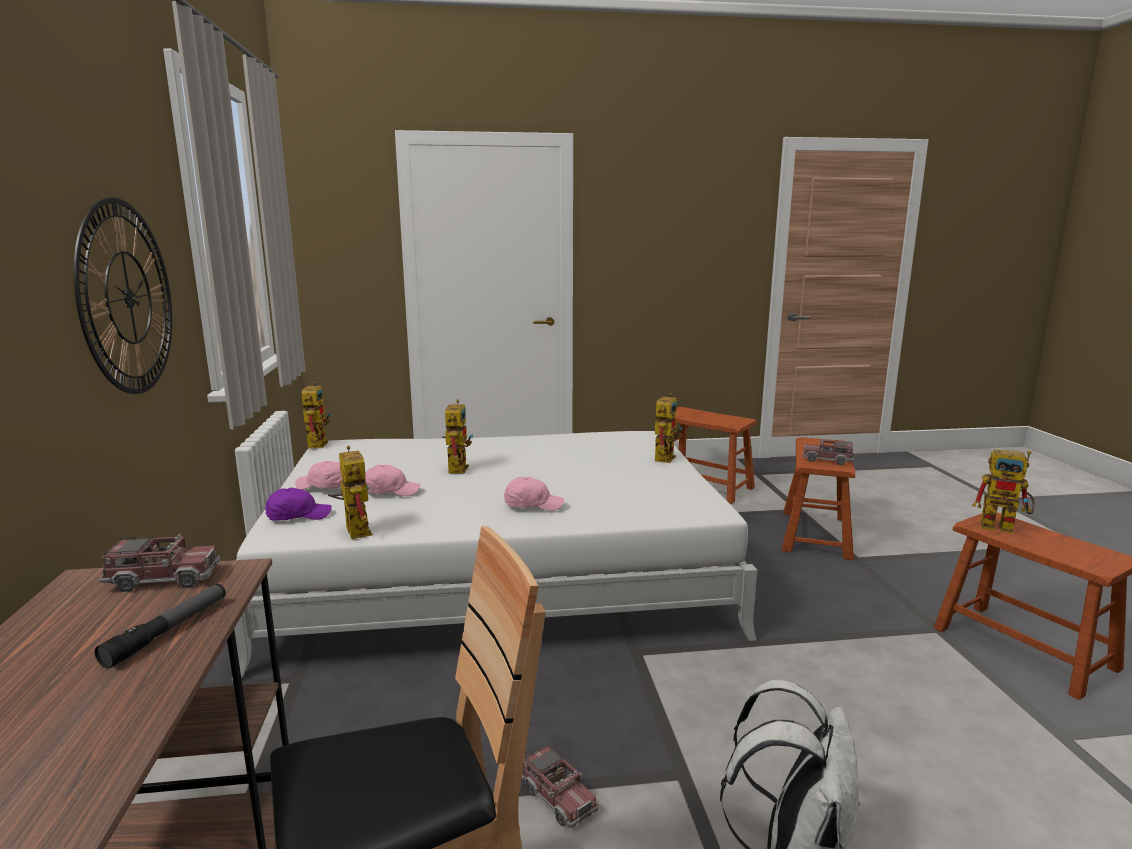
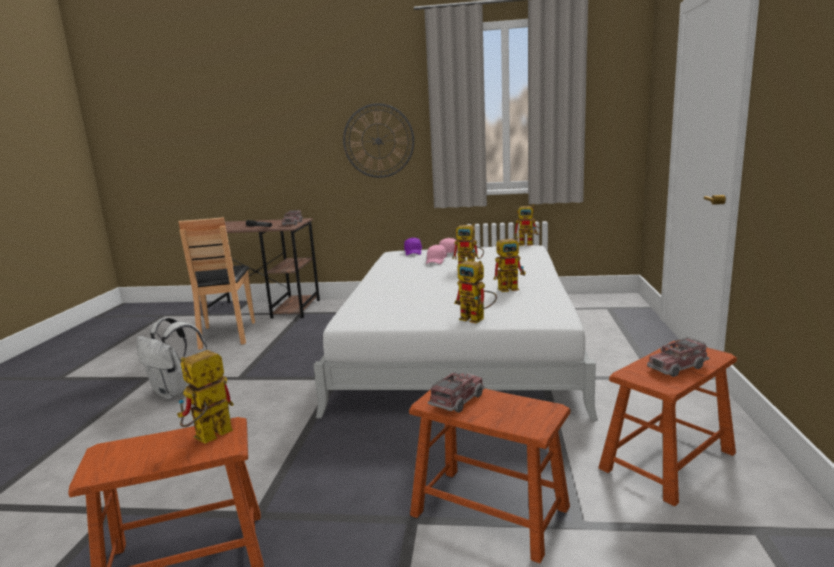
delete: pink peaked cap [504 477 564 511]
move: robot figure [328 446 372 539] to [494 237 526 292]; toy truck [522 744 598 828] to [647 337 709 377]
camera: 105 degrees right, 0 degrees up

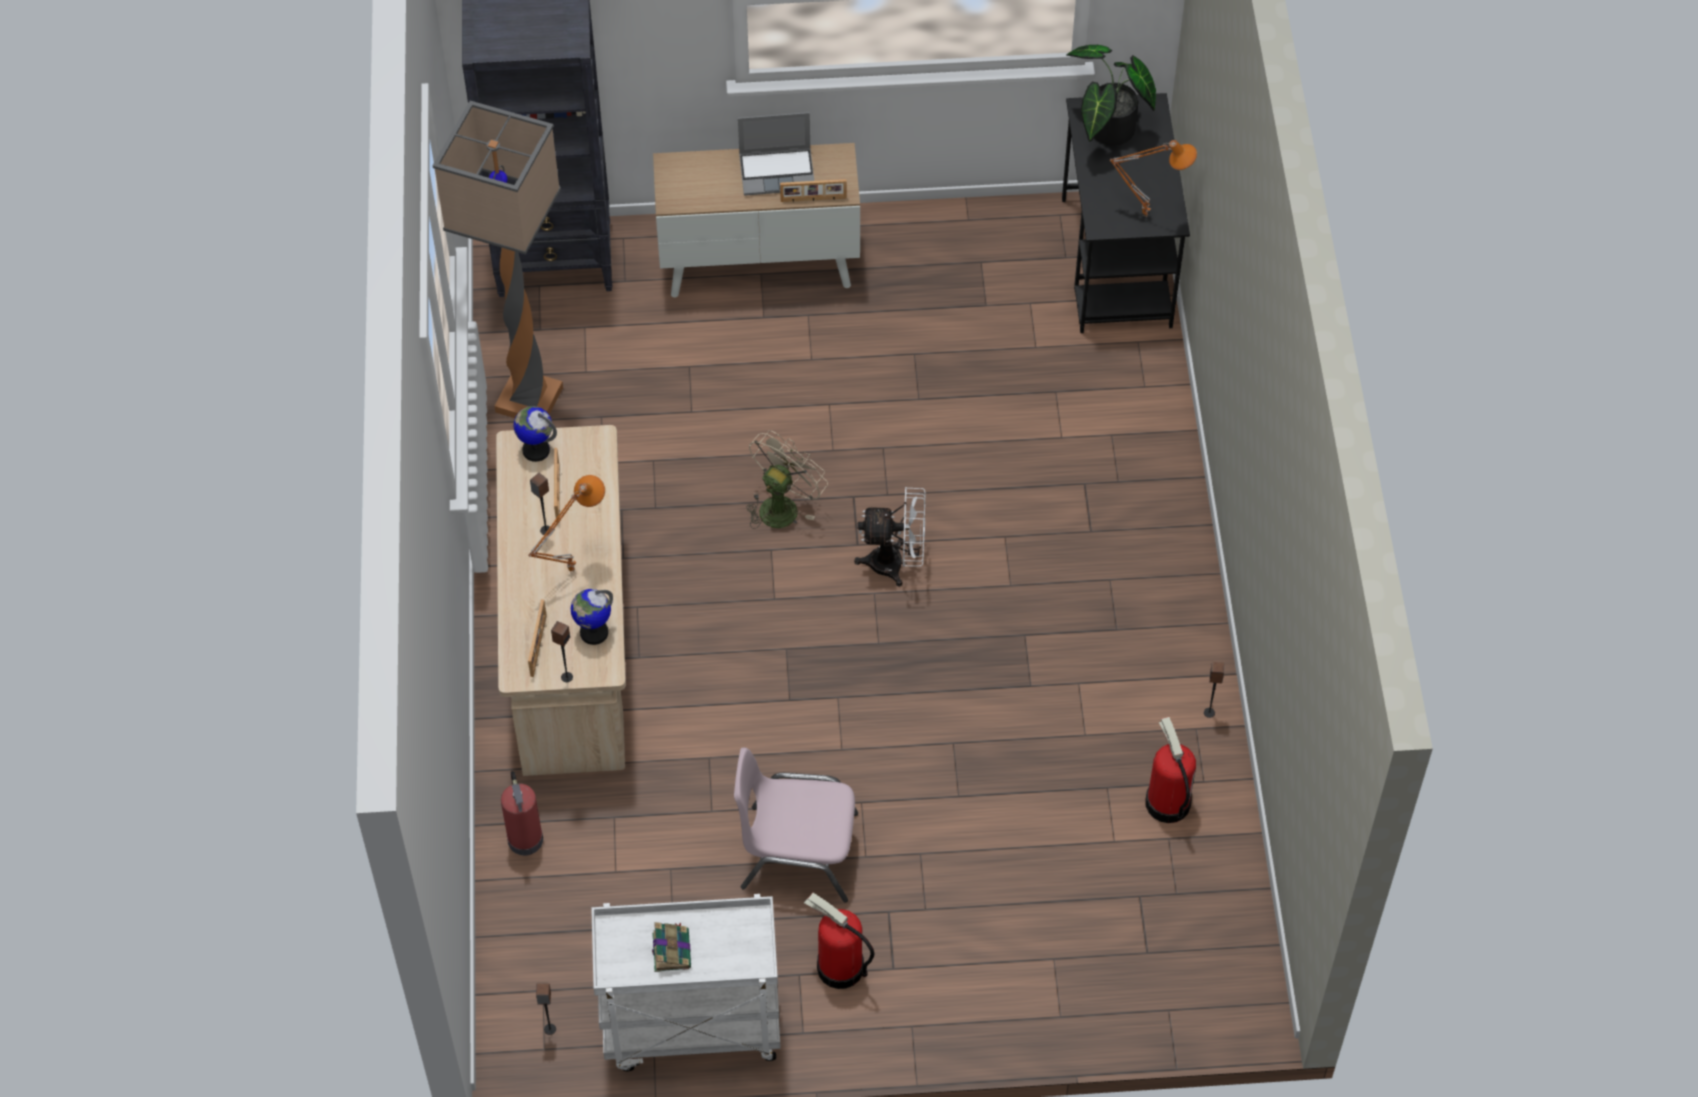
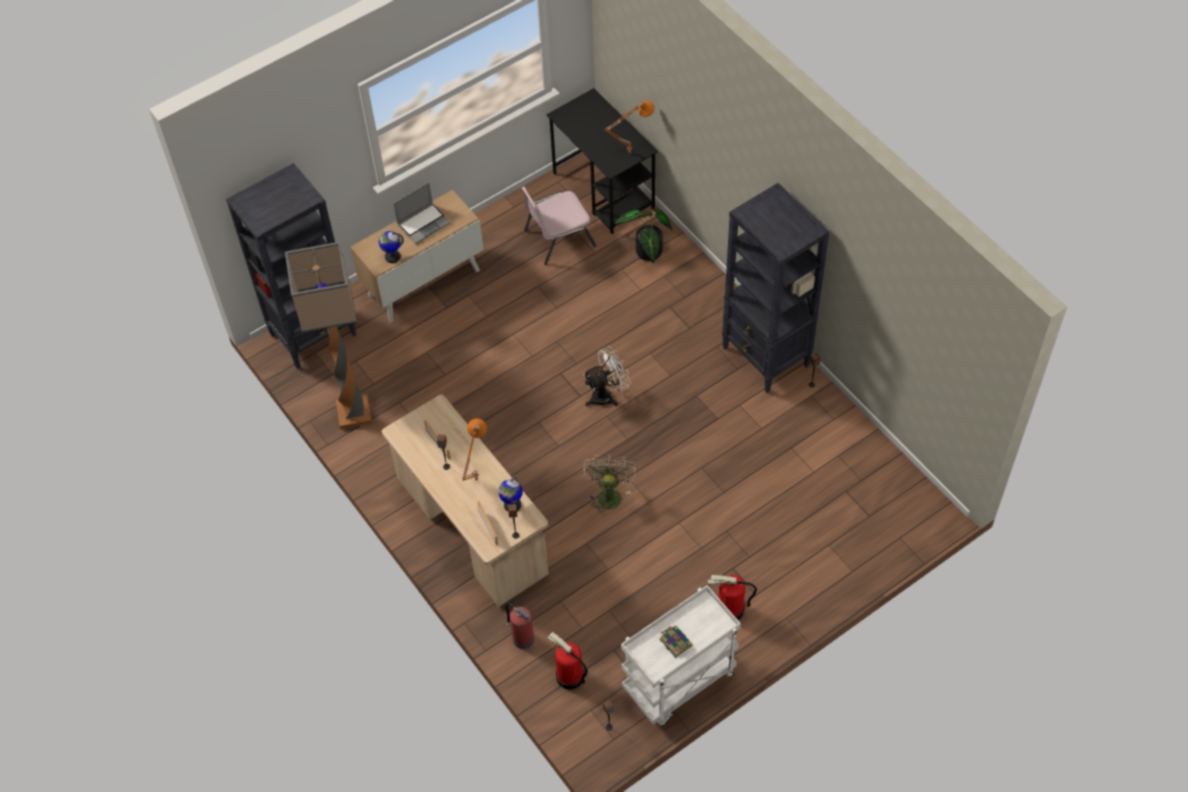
delete: photo frame [780 179 847 202]
insert: black bookshelf [722 183 830 393]
move: desk globe [514 406 557 462] to [379 231 404 263]; pink upright chair [734 748 858 902] to [522 187 596 265]; beige fan [746 431 828 529] to [582 455 637 515]; houseplant [1066 45 1156 146] to [614 208 672 263]; fire-fighting cylinder [1146 717 1196 823] to [547 632 588 689]
camera: 30 degrees left, 0 degrees up

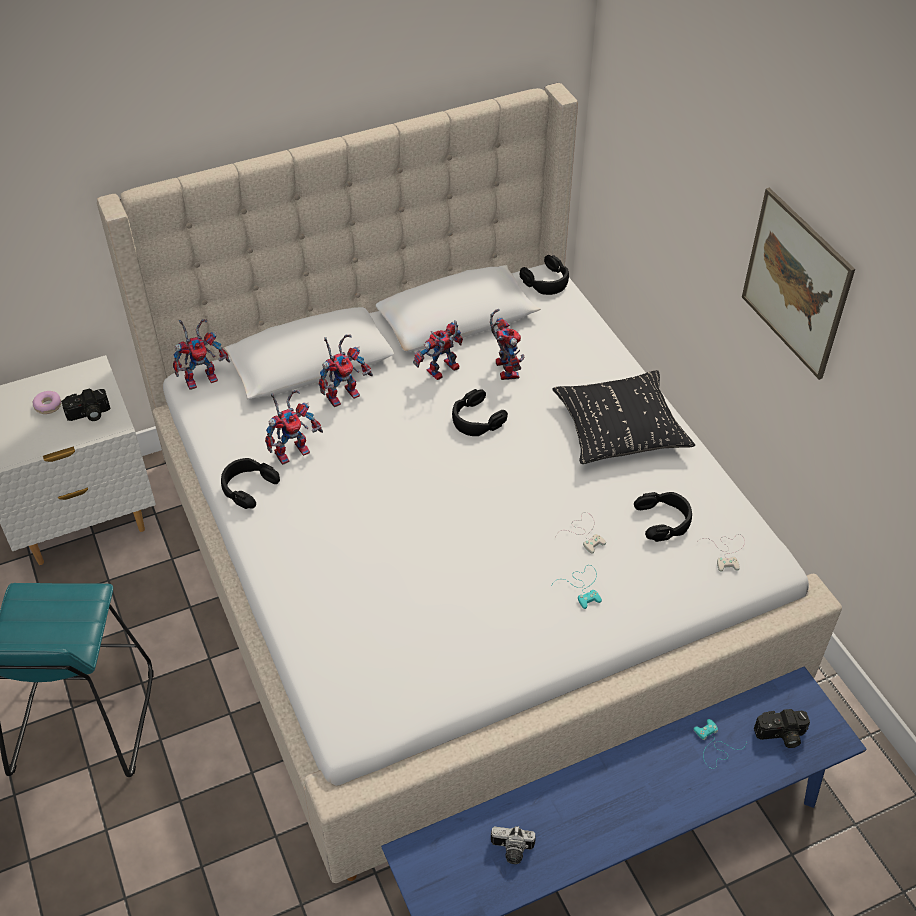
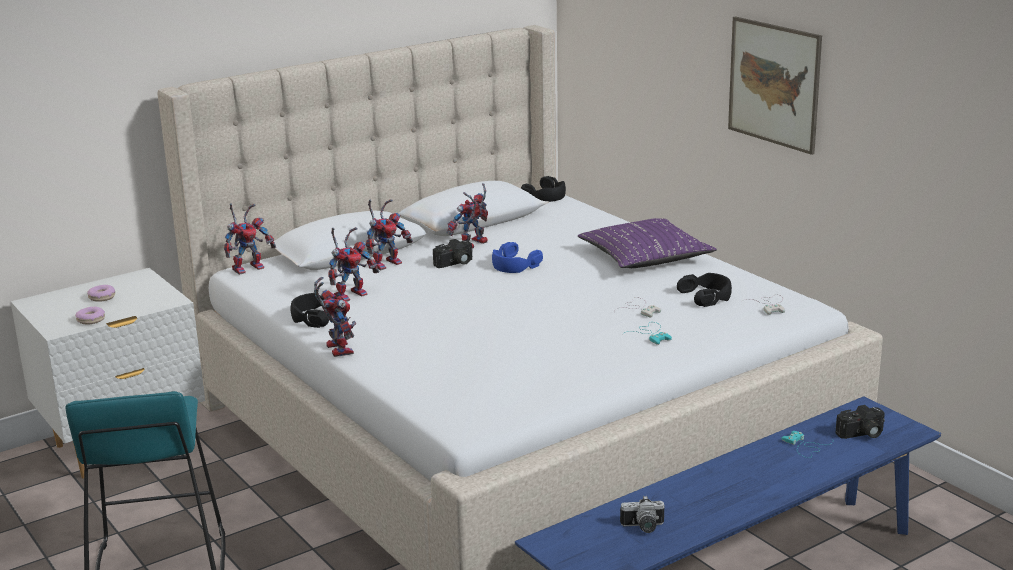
insert: ring doughnut [75 307 105 324]
move: still camera [61 388 110 421] to [433 239 473 268]; robot figure [490 309 525 380] to [314 277 356 357]
recolor: black headset [452 389 508 436] to blue headset [492 242 543 273]; black cushion [552 370 695 464] to purple-coloured cushion [578 218 717 268]
camera: 10 degrees left, 25 degrees down

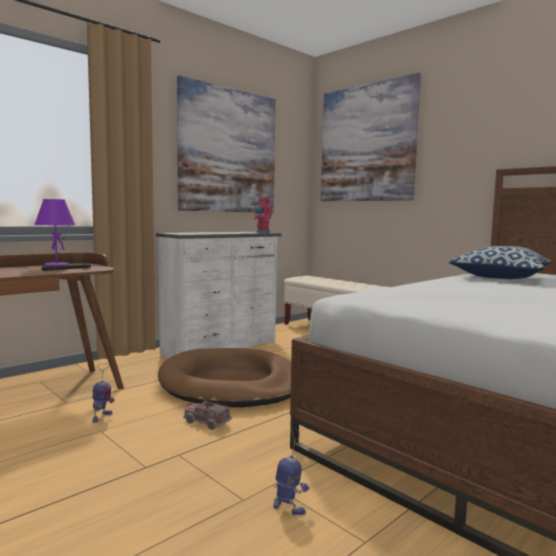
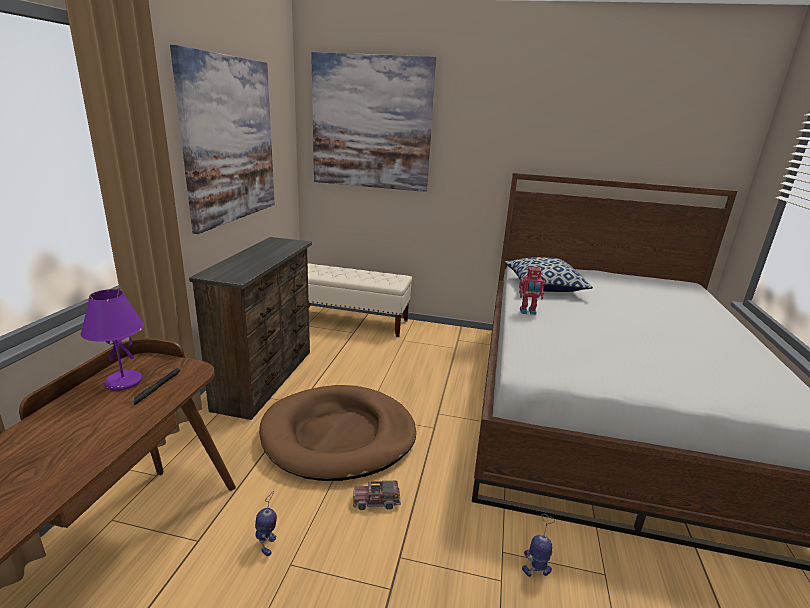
move: robot figure [254 196 273 233] to [519 266 545 315]
recolor: whitish chest of drawers [156 232 281 358] to brown-coloured chest of drawers [189 237 312 420]
camera: 35 degrees left, 15 degrees up

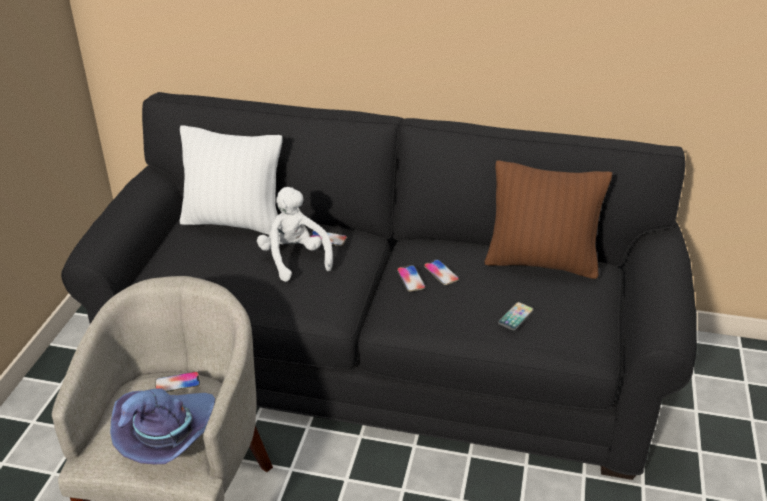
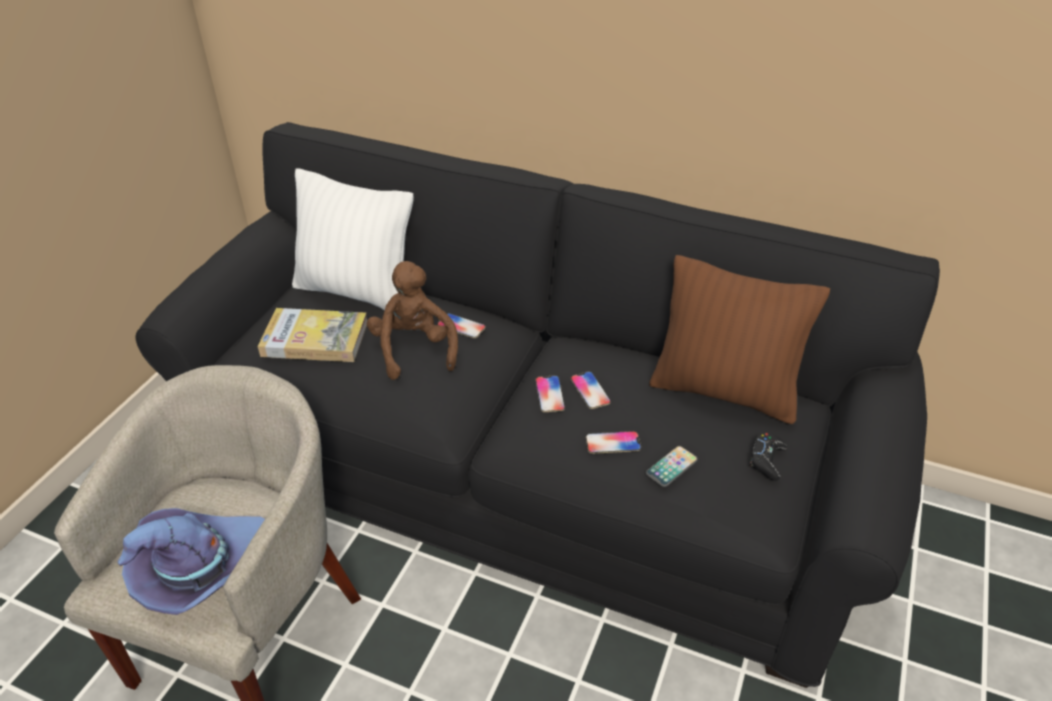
insert: bound book [258 308 367 362]; black joypad [749 433 787 481]
move: telephone [155 372 200 392] to [586 431 641 454]
recolor: whitish soft toy [257 187 333 282] to brown-coloured soft toy [367 261 458 380]
camera: 10 degrees right, 5 degrees up

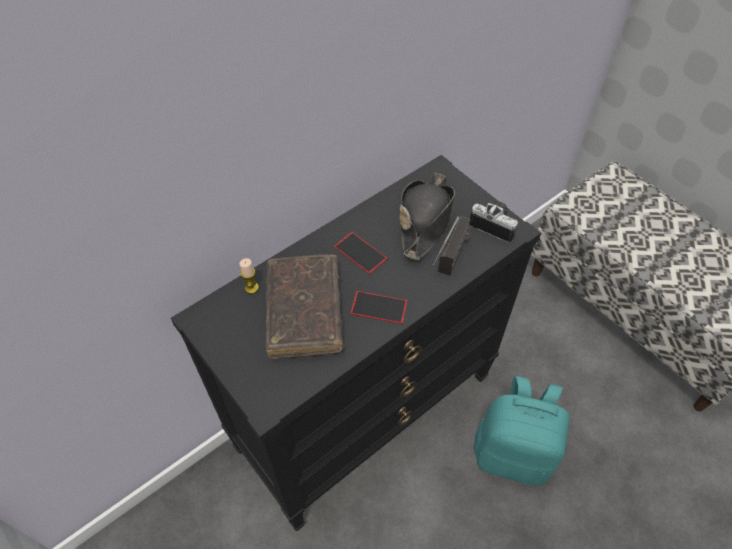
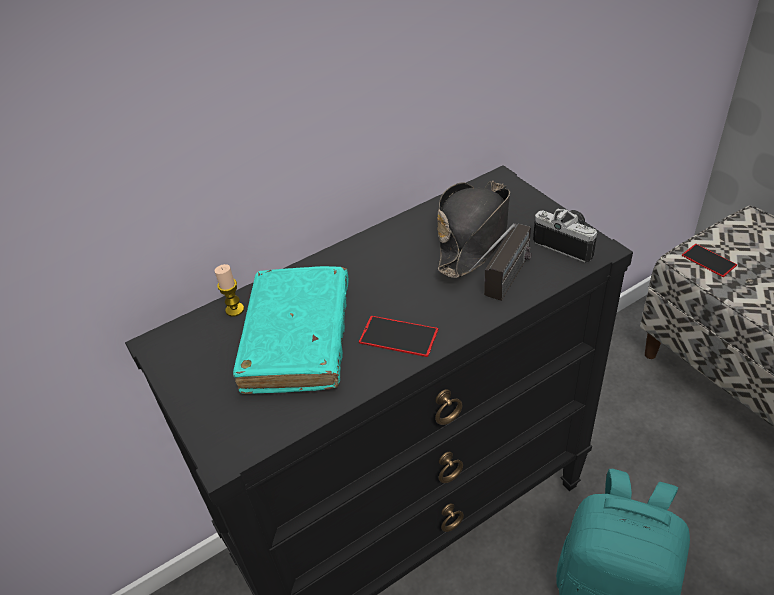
move: telephone [334 232 387 274] to [682 244 737 277]
recolor: brown-coloured bound book [266 255 343 359] to turquoise-coloured bound book [233 266 349 394]
camera: 10 degrees right, 10 degrees down

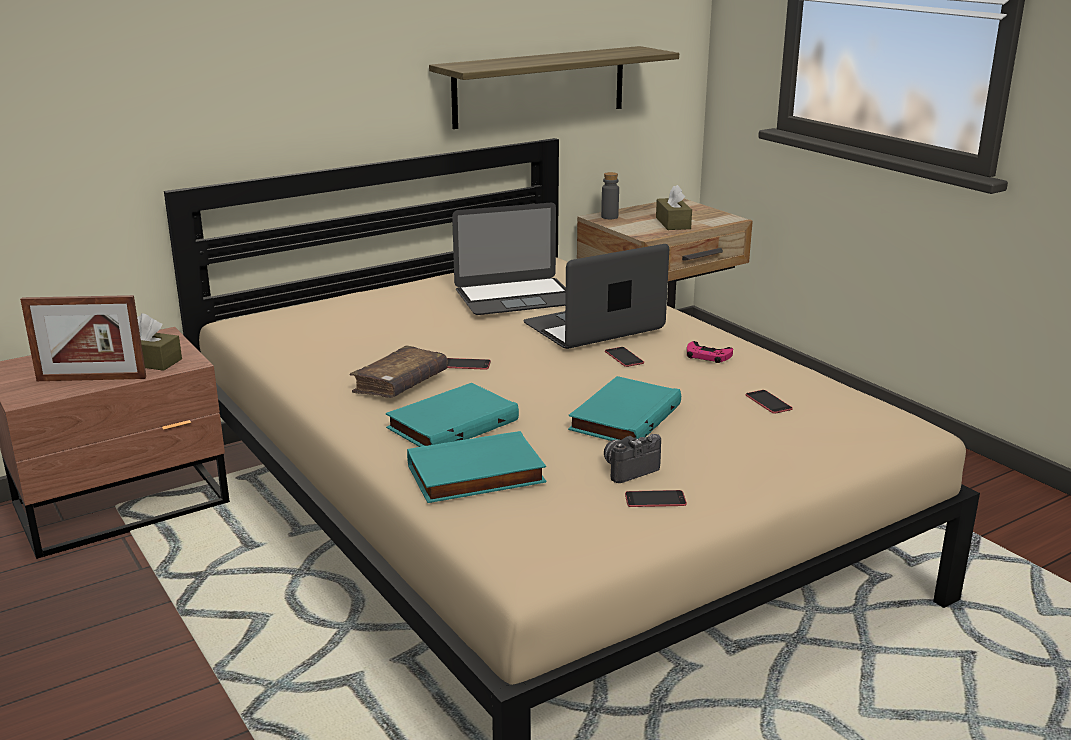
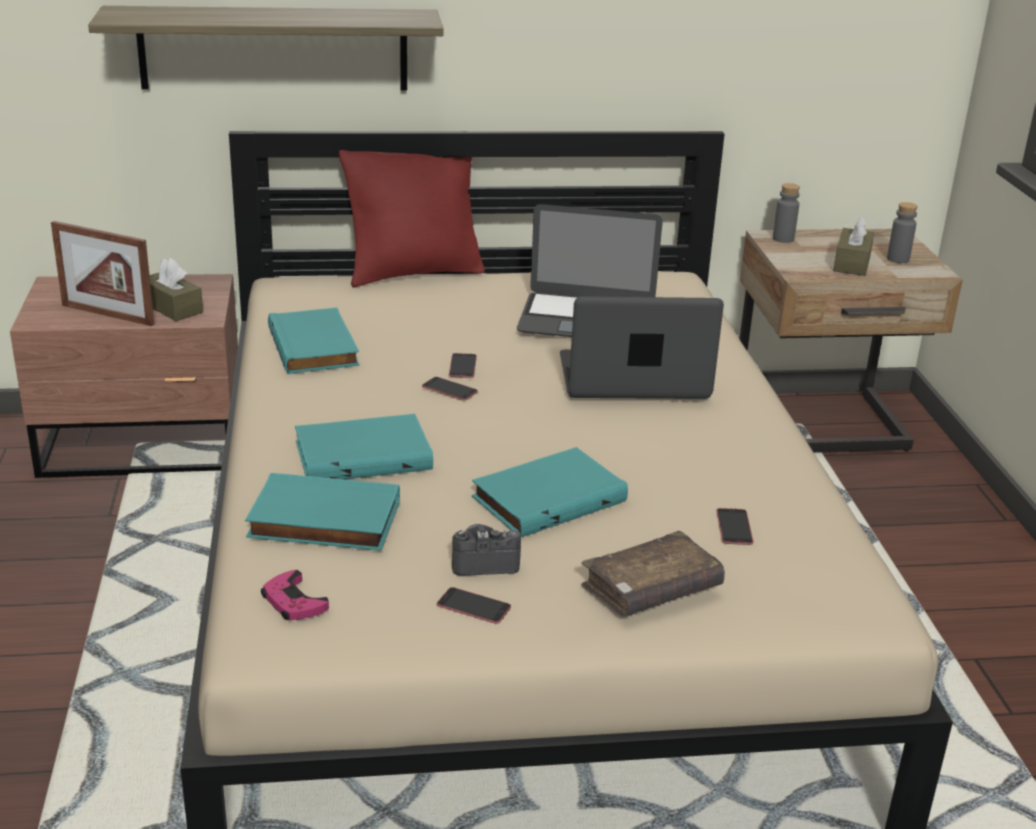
insert: turquoise-coloured bound book [268 308 359 374]; red cushion [339 150 485 287]; gray drink bottle [887 202 918 263]
move: brown-coloured bound book [350 345 448 398] to [581 530 725 617]; shelf [429 46 679 129] to [88 6 444 91]; telephone [605 347 644 367] to [449 353 477 378]; pink joypad [687 341 733 363] to [261 570 329 620]
camera: 25 degrees right, 5 degrees up

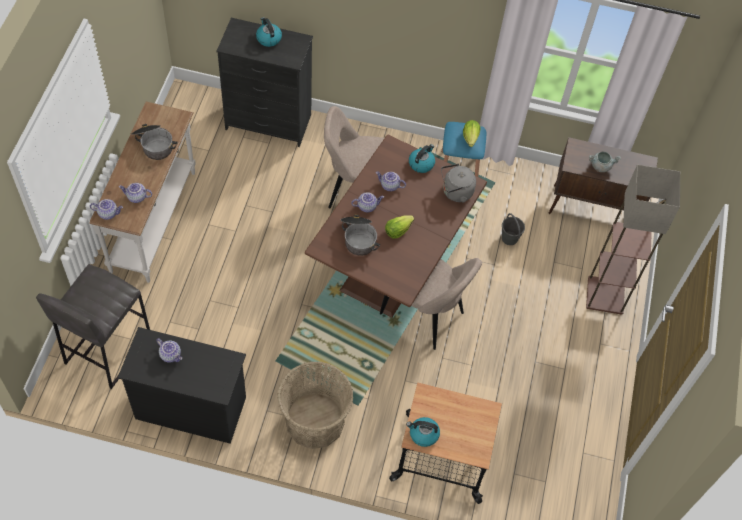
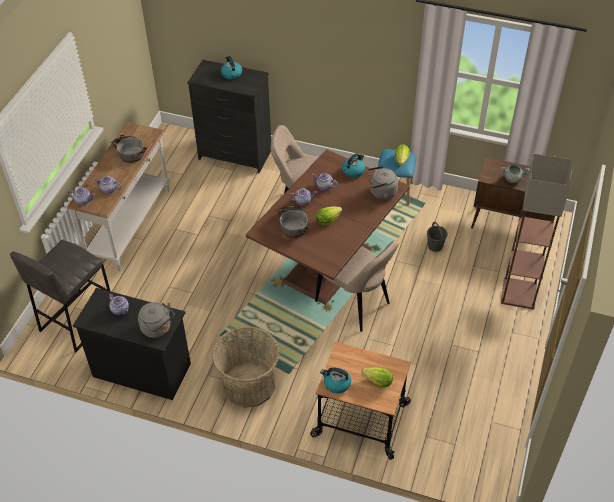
insert: gray kettle [138 302 175 338]; lettuce [362 367 393 387]
camera: 10 degrees right, 10 degrees down

